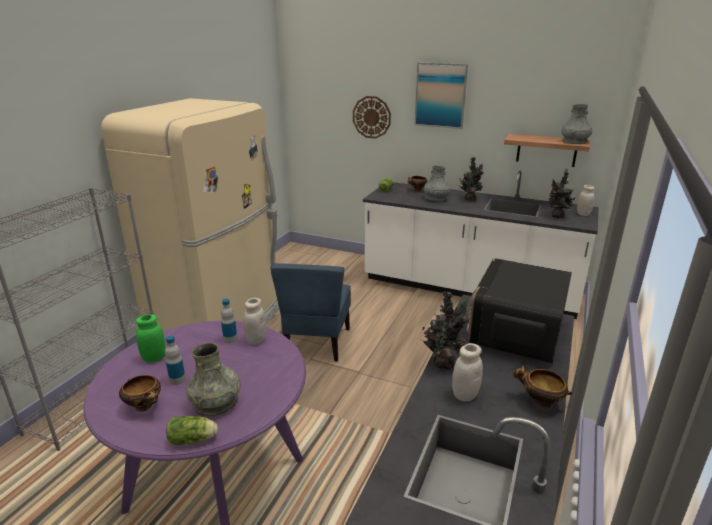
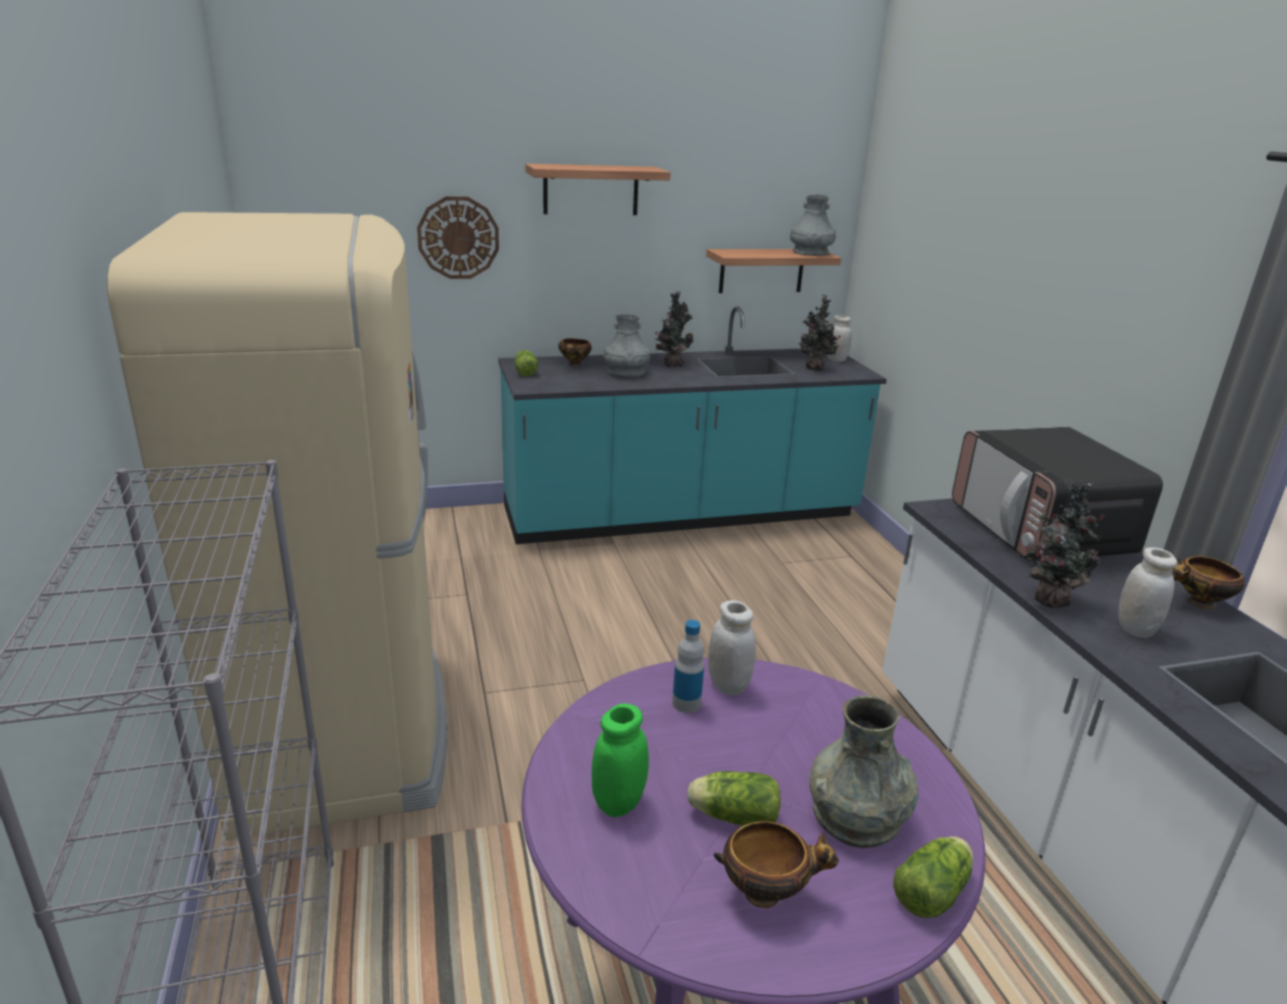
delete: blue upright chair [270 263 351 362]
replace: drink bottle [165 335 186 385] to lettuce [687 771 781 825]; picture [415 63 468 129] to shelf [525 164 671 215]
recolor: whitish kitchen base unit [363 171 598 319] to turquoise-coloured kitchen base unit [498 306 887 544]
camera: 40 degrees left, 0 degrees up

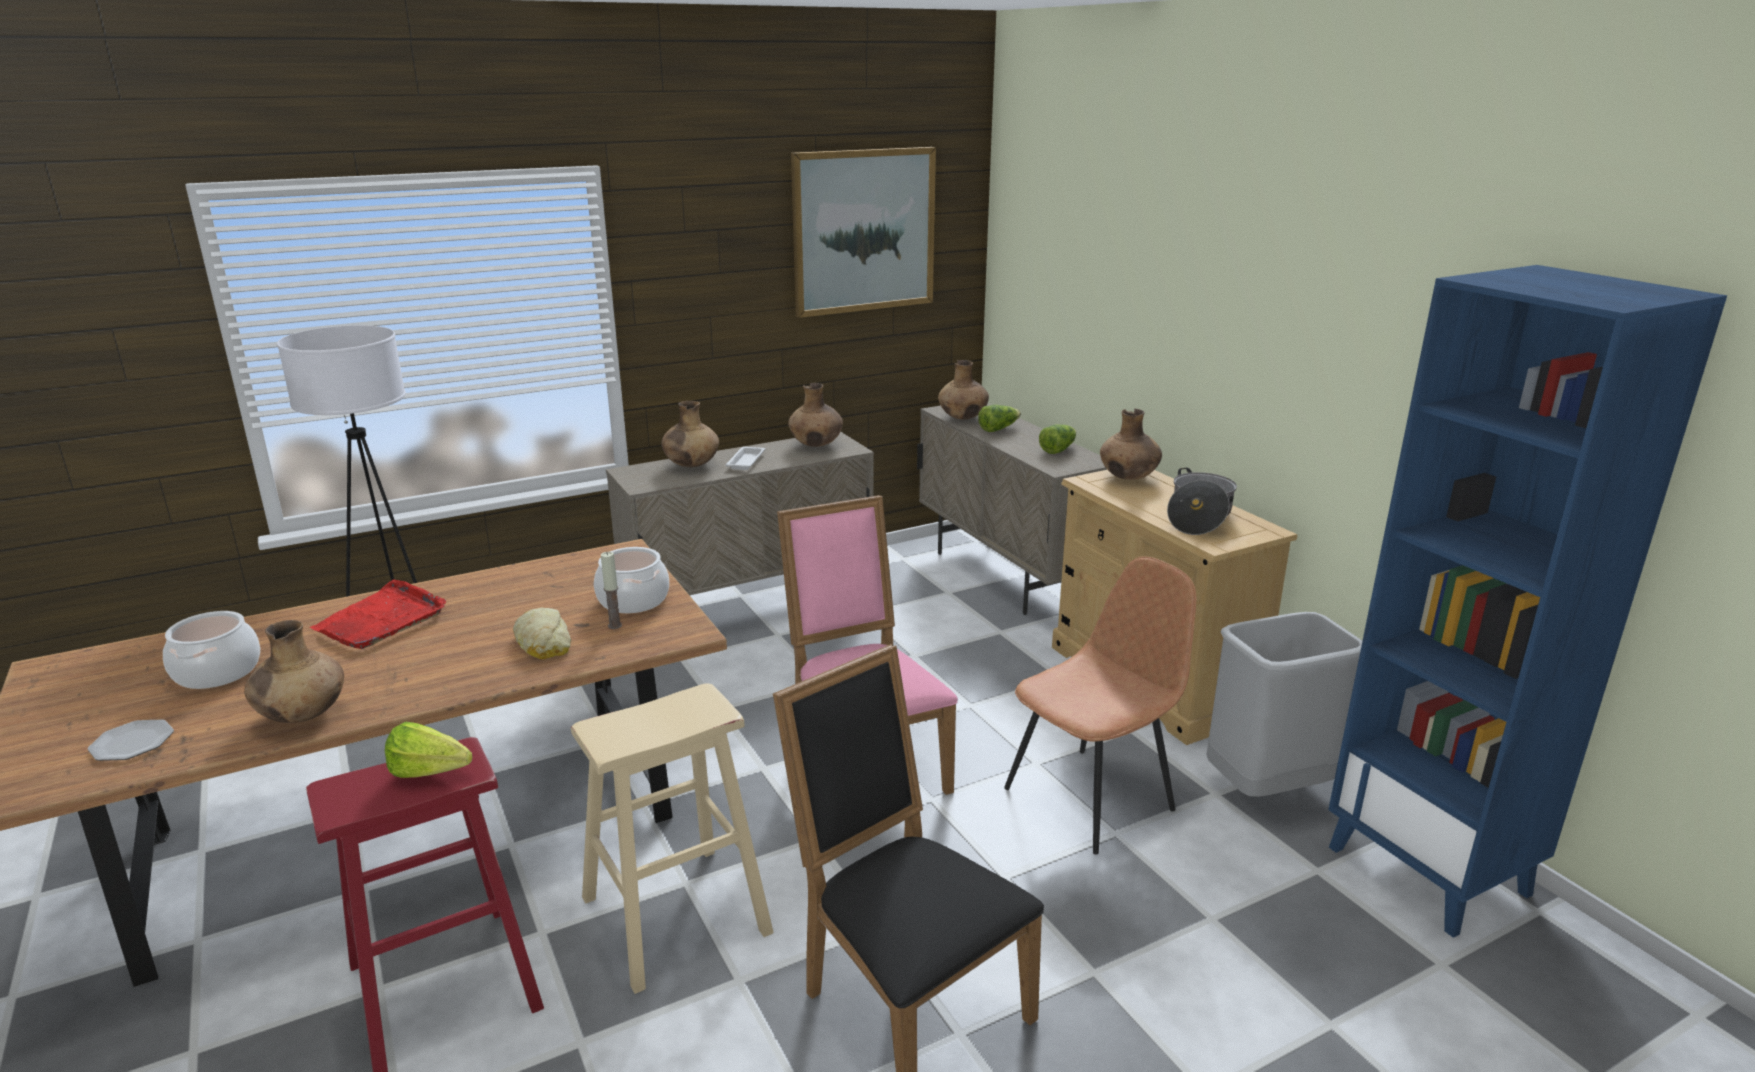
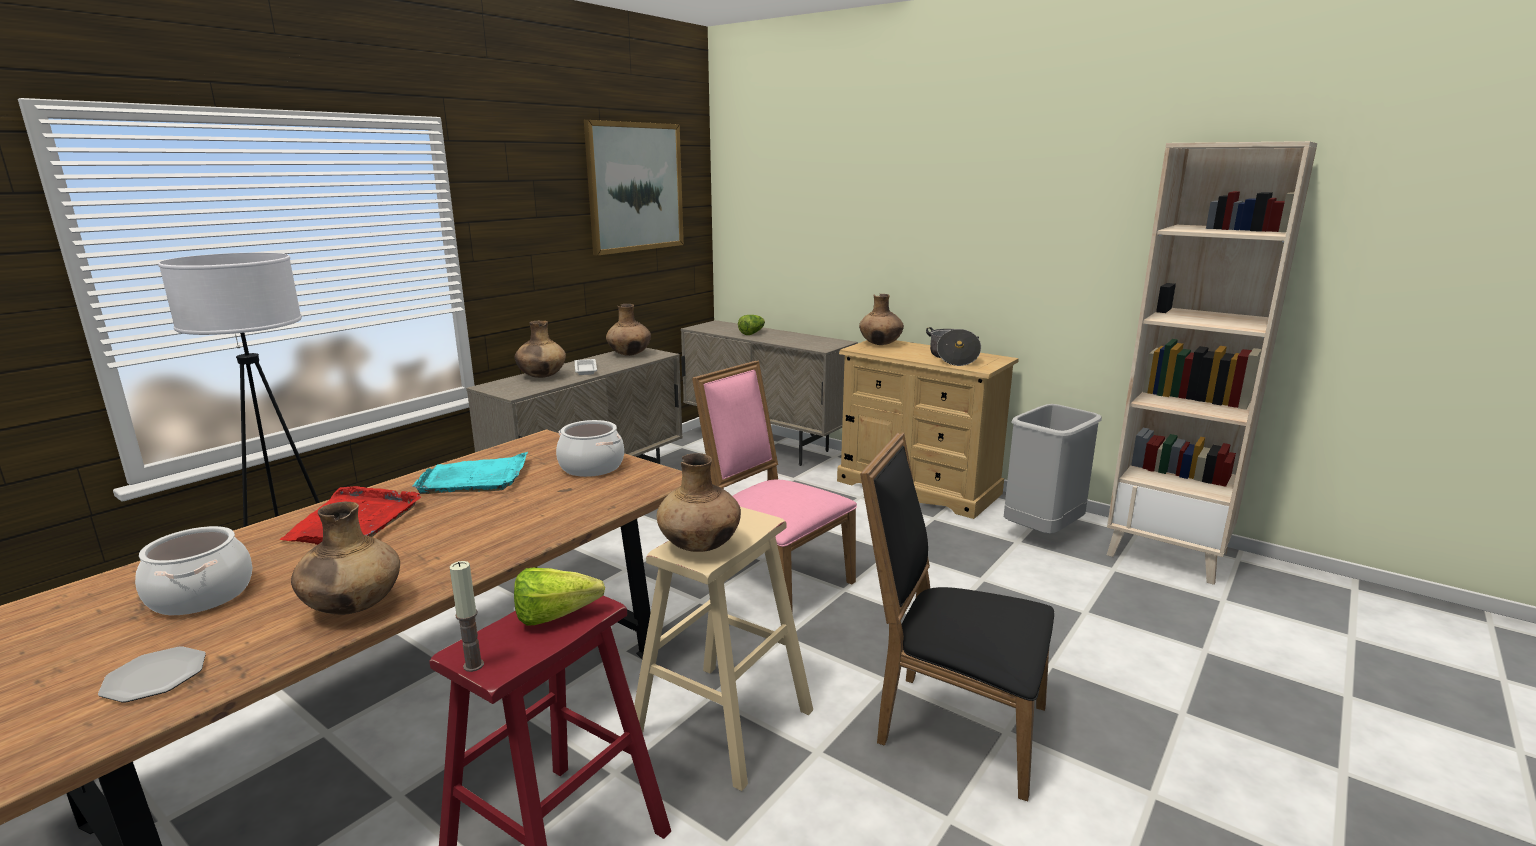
delete: bread [513 608 571 659]; brown-coloured upright chair [1004 556 1196 855]; lettuce [1039 424 1076 454]
insert: turquoise-coloured serving tray [412 452 528 494]
move: wax light [601 552 622 629] to [449 561 484 672]; brown-coloured decorative vase [938 360 989 419] to [657 453 741 552]
recolor: blue bookshelf [1328 265 1727 938] to beige bookshelf [1107 141 1318 585]
camera: 25 degrees left, 5 degrees down

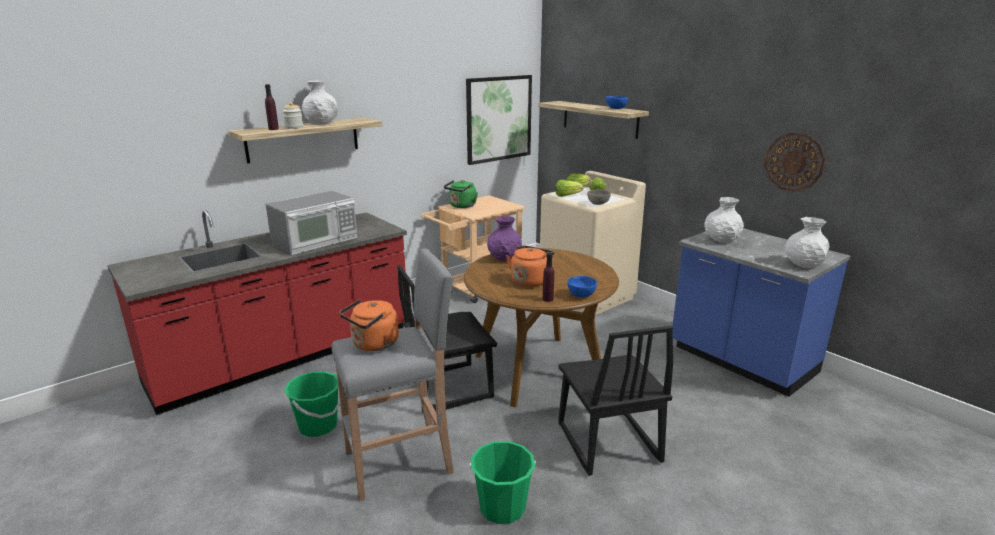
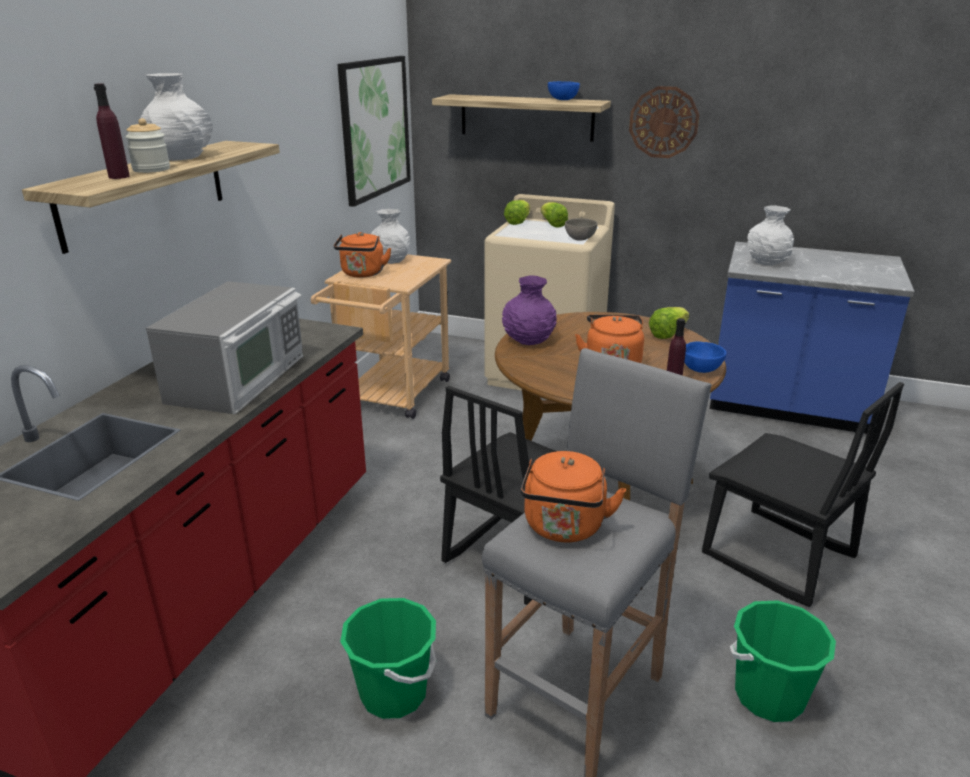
move: lettuce [555 180 583 197] to [649 307 690 339]; clock on the wall [764 132 825 192] to [629 86 699 158]; whitish decorative vase [785 217 830 268] to [371 209 410 264]
recolor: greenish kettle [444 180 478 208] to orangey kettle [334 232 392 278]
camera: 30 degrees left, 5 degrees up

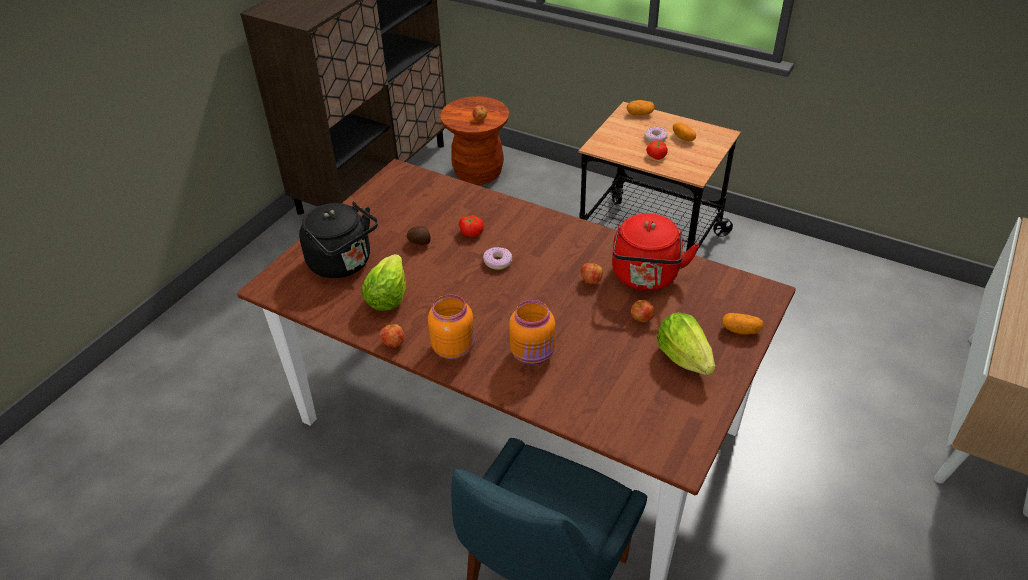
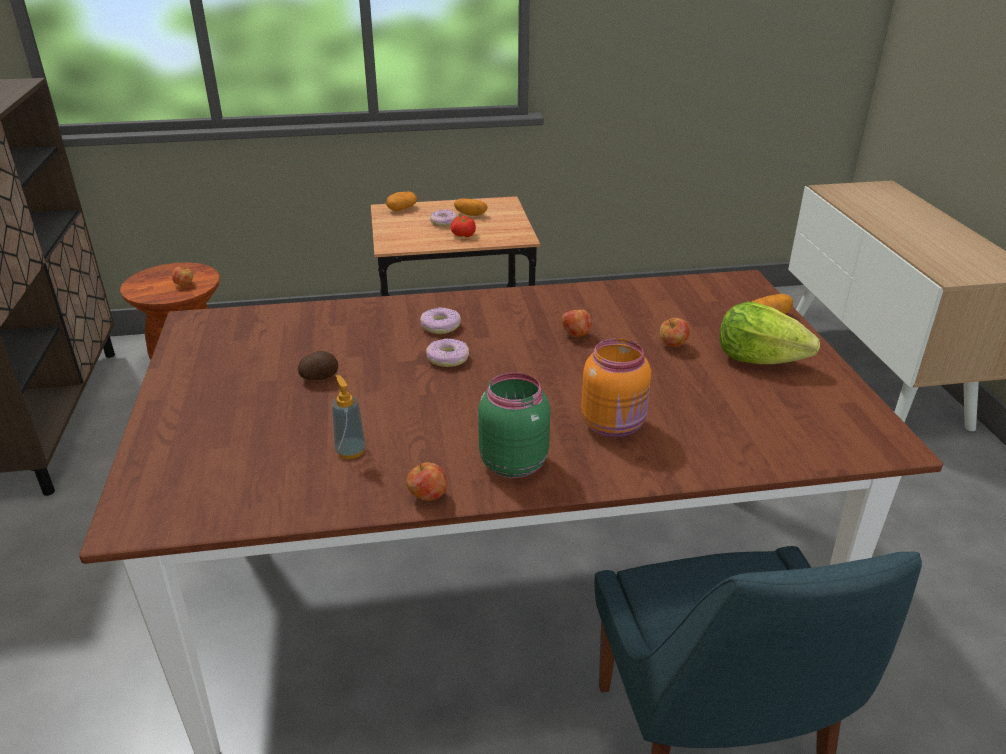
delete: black kettle [299 202 378 278]; whole tomato [459 215 484 237]; red kettle [612 213 699 291]
insert: ring doughnut [420 307 461 334]
replace: lettuce [361 254 406 311] to liquid soap bottle [331 375 366 459]
recolor: orangey jar [428 295 475 359] to greenish jar [478 372 550 478]
camera: 40 degrees left, 10 degrees down

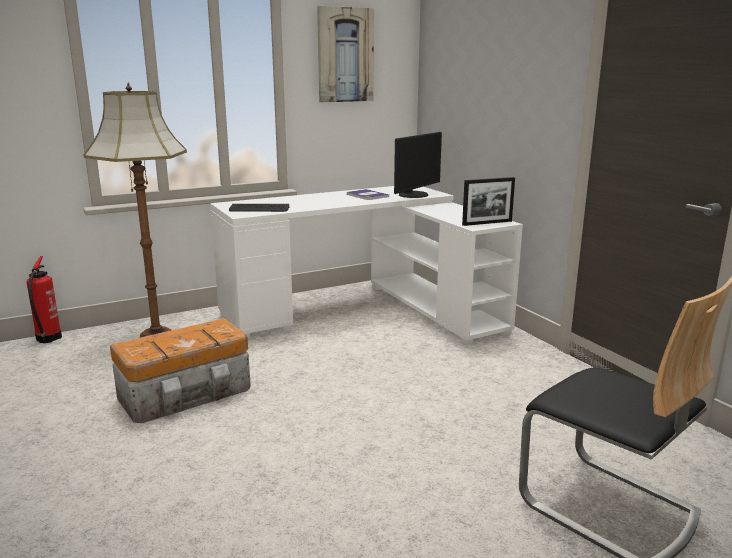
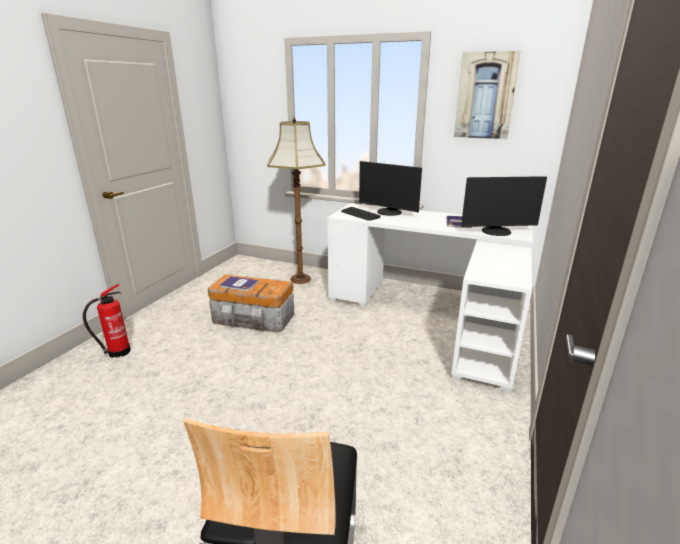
delete: photo frame [462 177 515 226]
insert: bound book [220 276 259 291]; monitor [359 161 422 216]
move: fire-fighting cylinder [27 256 62 343] to [83 284 131 358]
camera: 50 degrees right, 5 degrees up

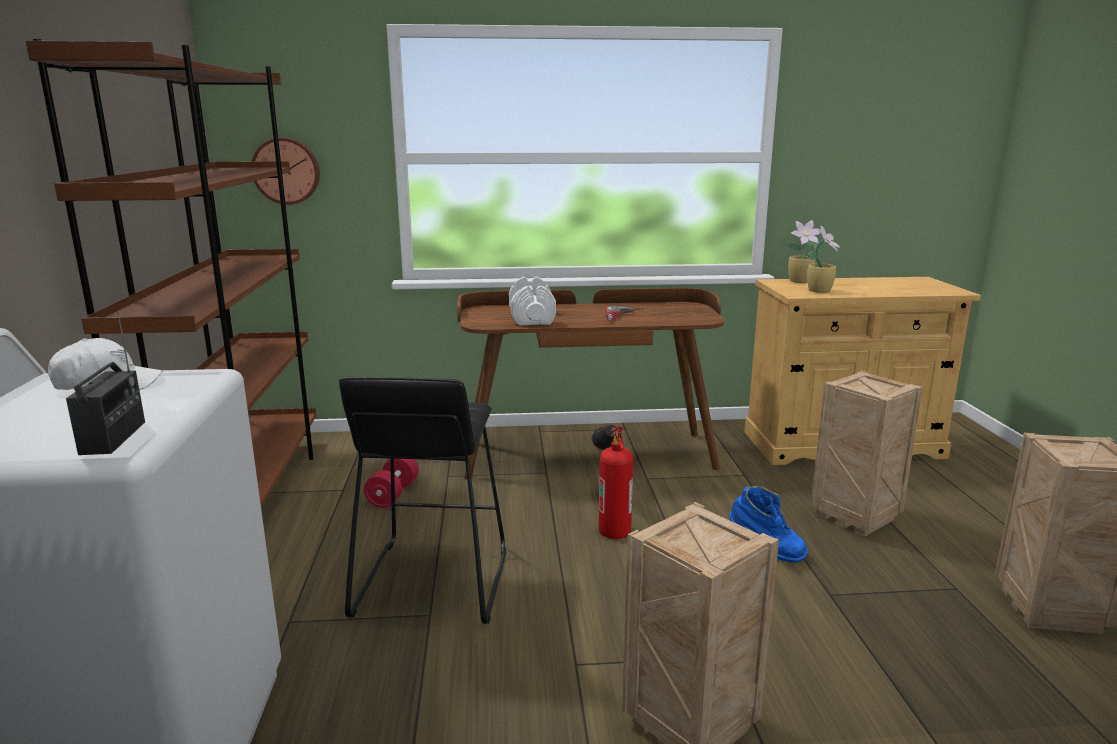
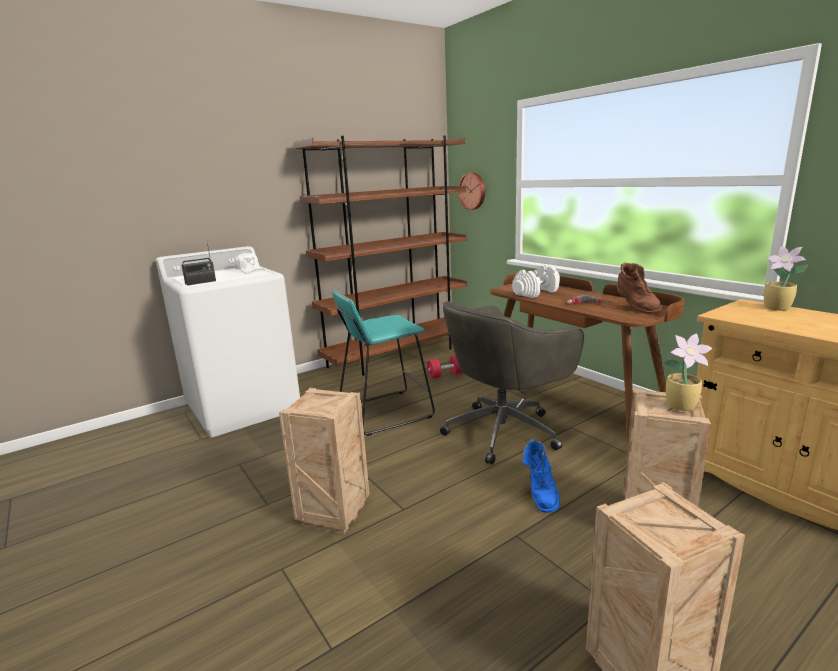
insert: brown-coloured high-top boot [617 262 663 314]
move: houseplant [807 226 841 293] to [663 333 713 411]
replace: fire-fighting cylinder [592 425 634 539] to gray computer chair [440 301 584 465]
recolor: black stool seat [339 376 506 624] to turquoise-coloured stool seat [332 290 435 436]
camera: 60 degrees right, 0 degrees up

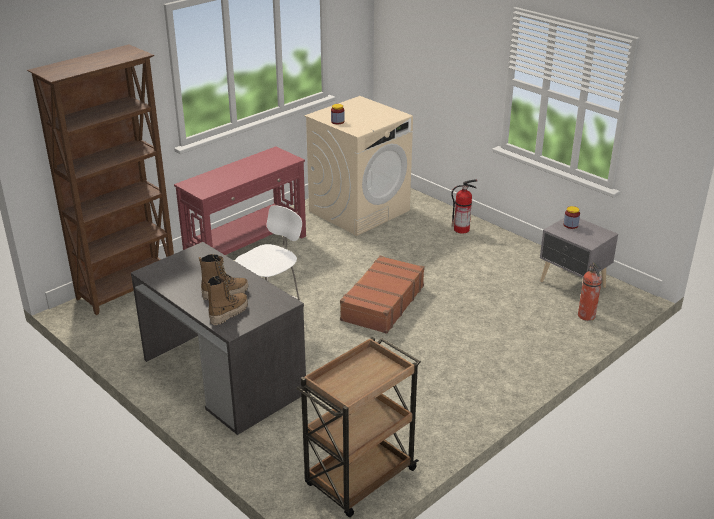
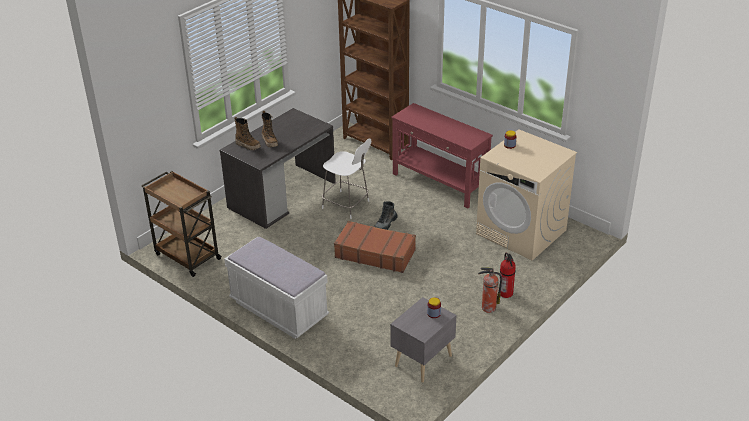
insert: whitish indoor bench [224 237 329 339]; high-top boot [374 201 398 230]
move: fire-fighting cylinder [578 262 602 321] to [478 267 502 313]
camera: 85 degrees right, 5 degrees up

